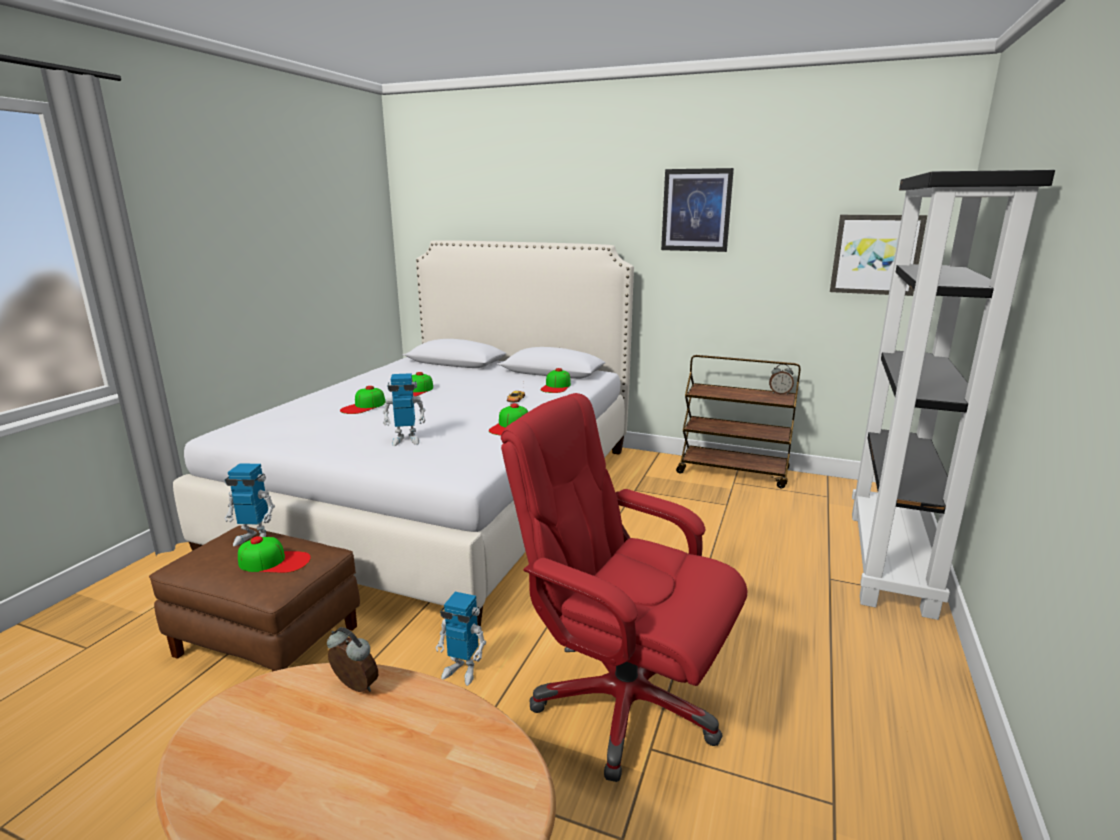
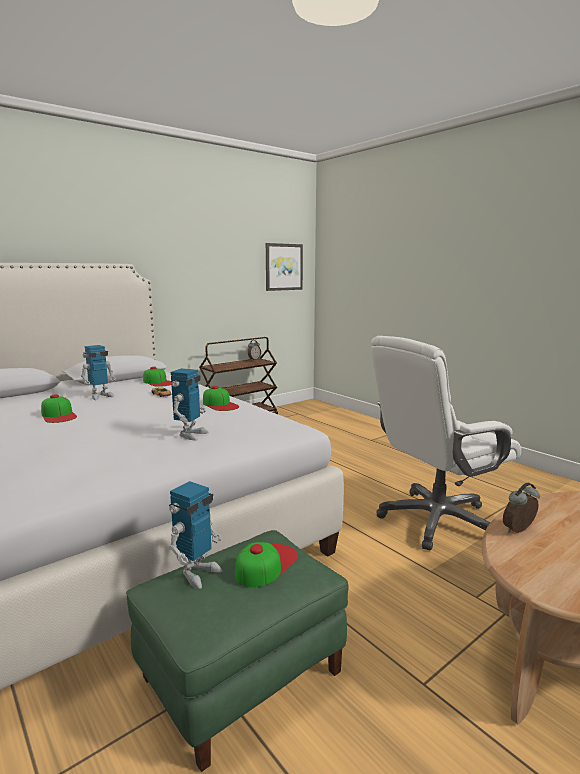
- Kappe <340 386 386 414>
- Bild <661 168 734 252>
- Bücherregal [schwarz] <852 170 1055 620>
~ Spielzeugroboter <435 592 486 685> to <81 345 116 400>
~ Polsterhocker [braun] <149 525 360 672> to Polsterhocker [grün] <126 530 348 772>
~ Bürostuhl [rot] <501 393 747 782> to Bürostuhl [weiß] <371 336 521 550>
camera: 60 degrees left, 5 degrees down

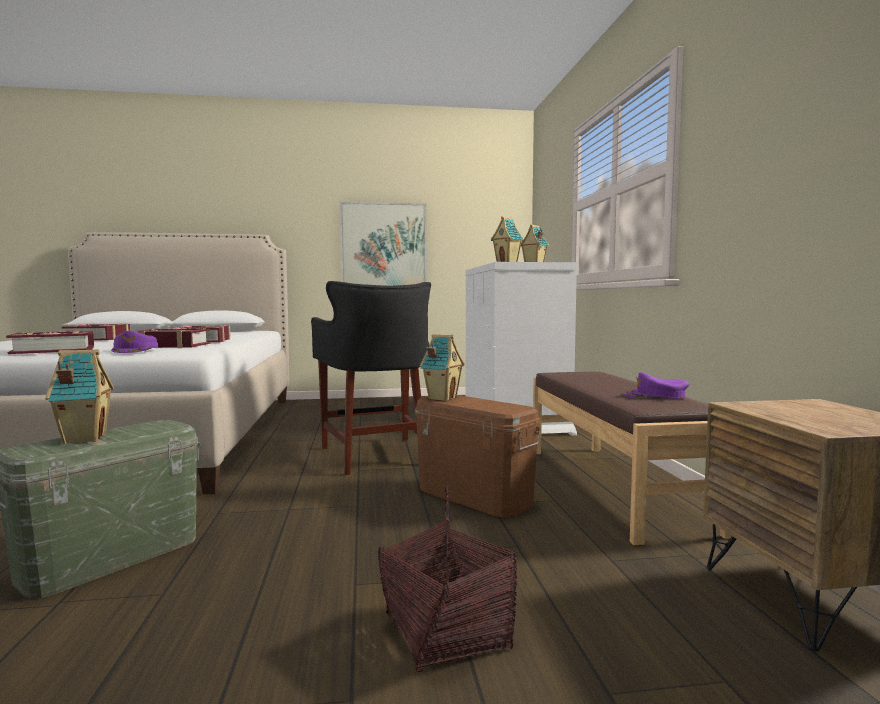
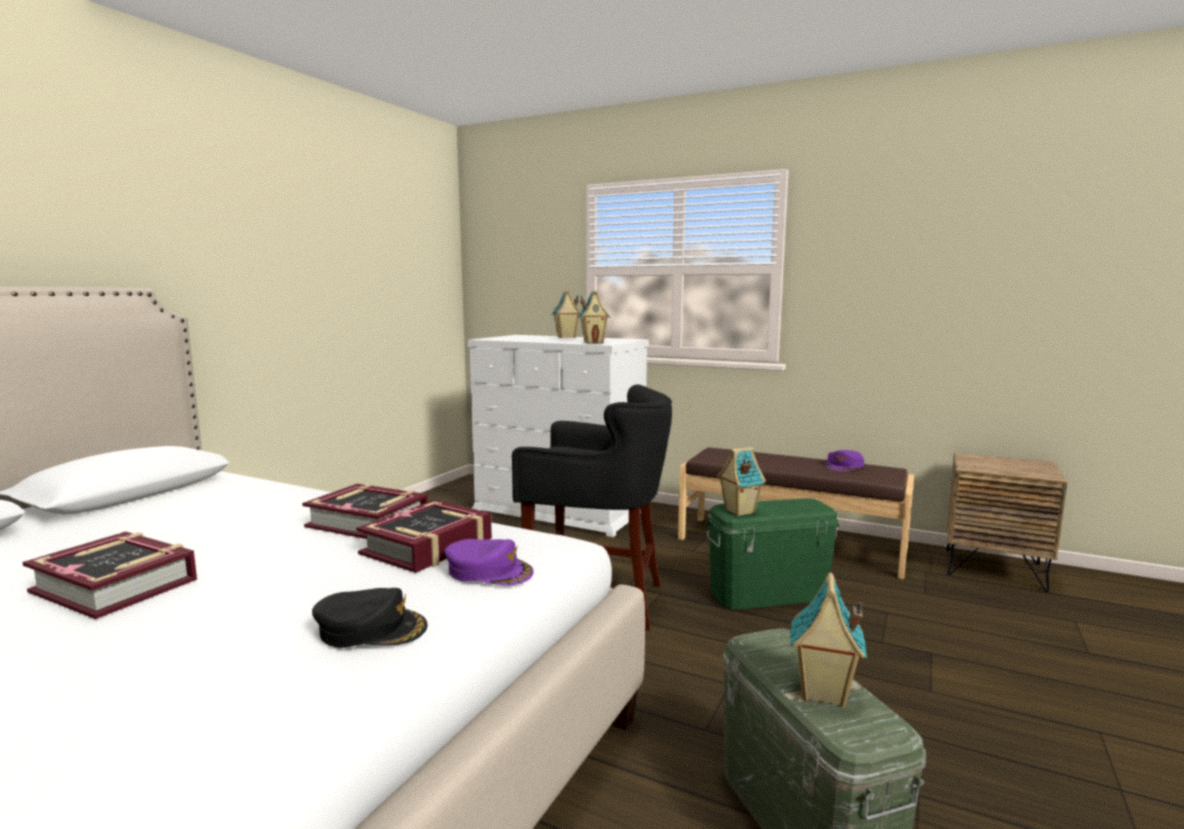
- Bild <340 202 427 286>
- Korb <378 485 517 672>
~ Buch <6 330 94 354> to Kappe [schwarz] <312 588 428 648>
~ Aufbewahrungsbox [braun] <415 395 541 517> to Aufbewahrungsbox [grün] <706 498 839 609>
camera: 55 degrees left, 5 degrees up

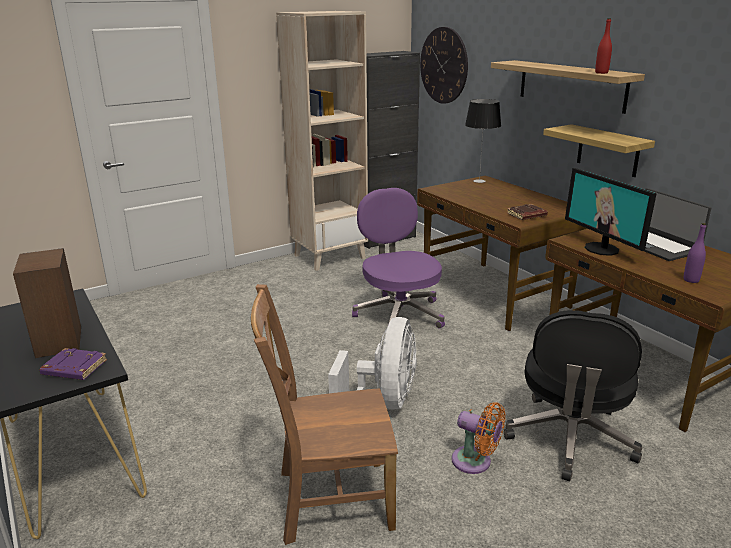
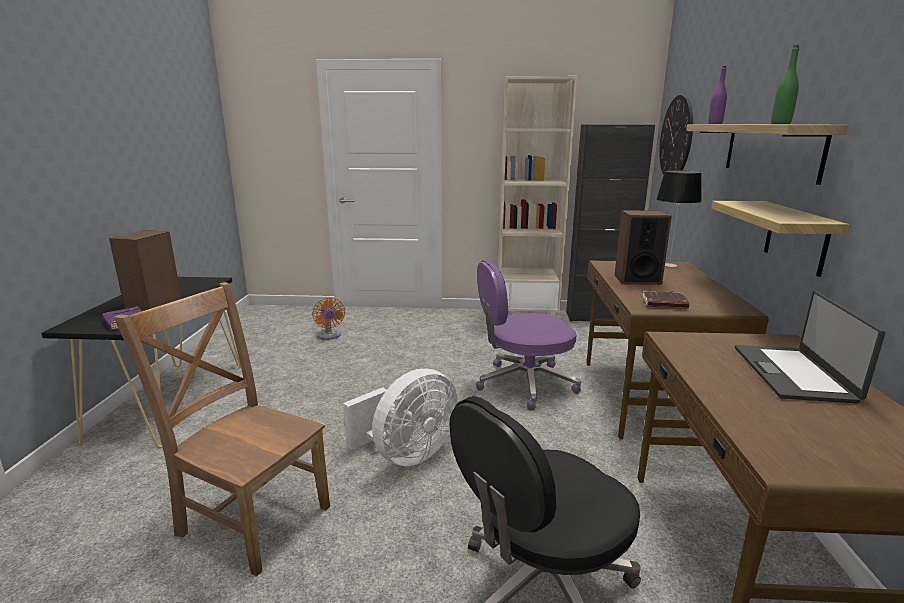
- Monitor <565 168 657 256>
+ Lautsprecher <614 210 672 285>
~ Ventilator [orange] <452 402 506 474> to <312 297 345 340>
~ Flasche [lila] <684 223 706 283> to <708 66 727 124>
~ Flasche [rot] <595 18 612 74> to Flasche [grün] <771 45 799 124>
~ Bürostuhl [lila] <352 188 445 329> = <476 260 581 411> 120 degrees counterclockwise
camera: 35 degrees right, 5 degrees down

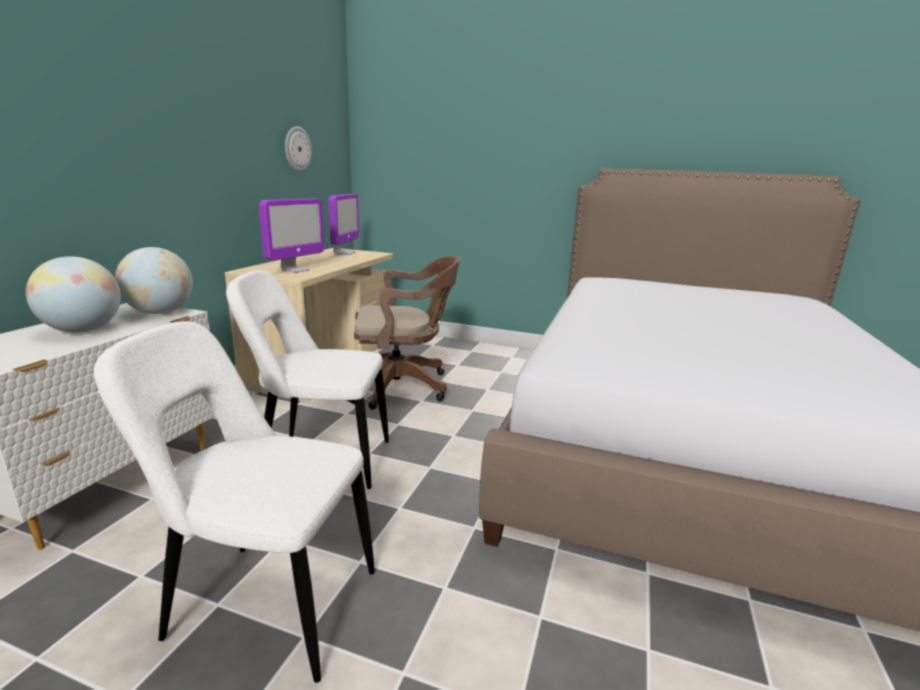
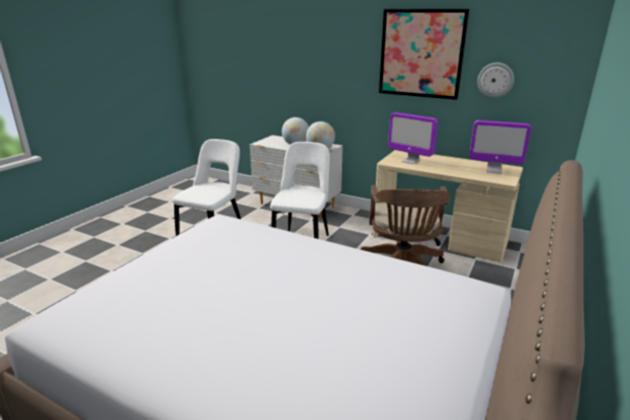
+ Bild <379 9 469 100>
camera: 100 degrees right, 5 degrees up

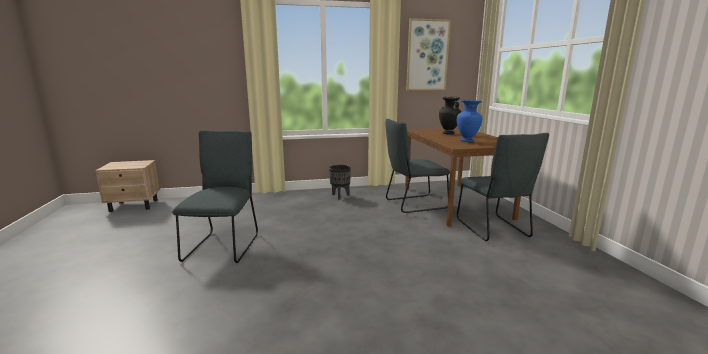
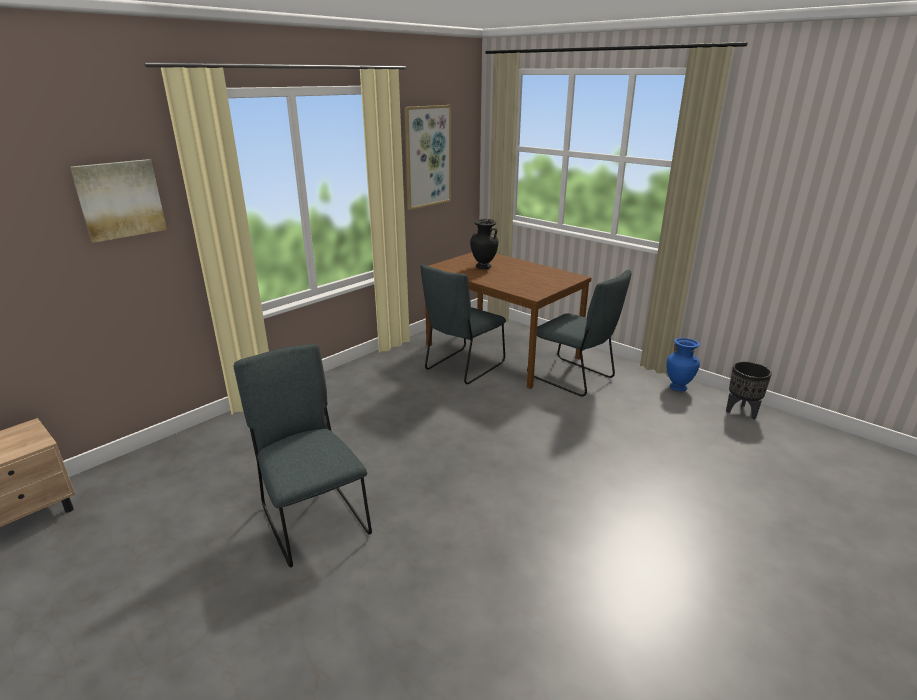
+ Bild <70 159 167 243>
~ Pflanzkübel [schwarz] <329 165 351 200> to <726 362 772 419>
~ Vase [blau] <457 100 482 142> to <667 338 700 391>
camera: 35 degrees left, 10 degrees up

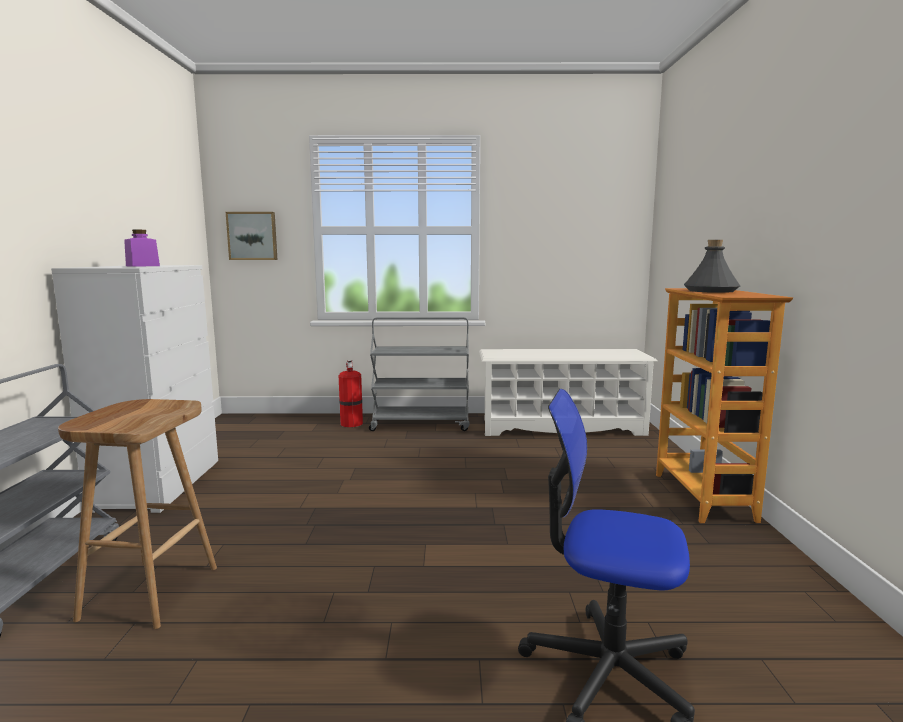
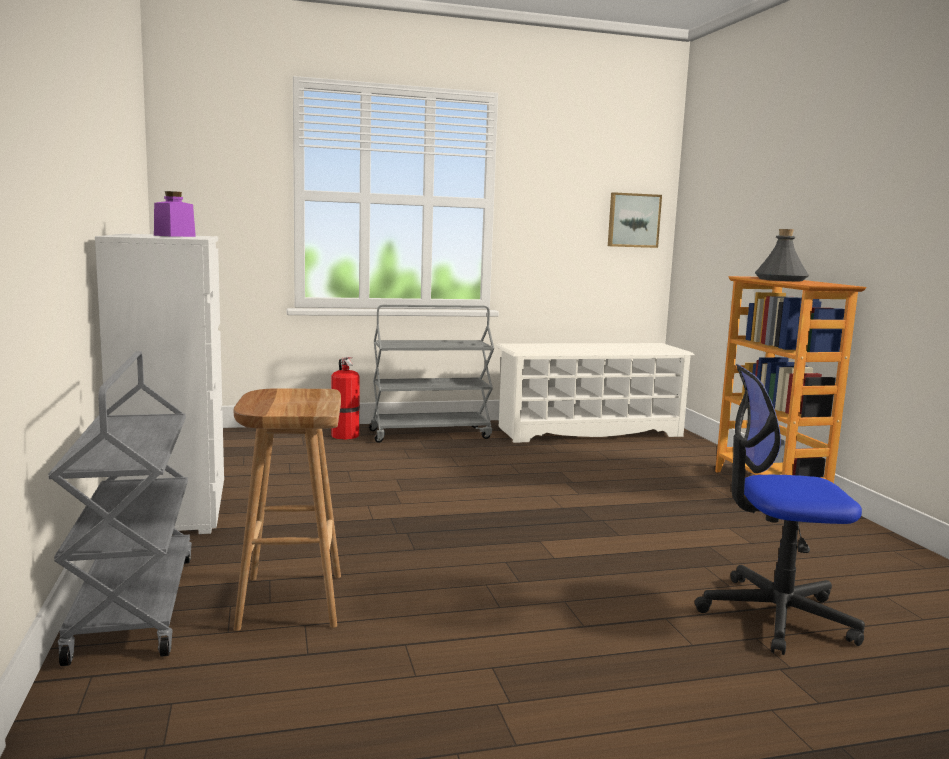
~ Bild <226 212 278 260> to <608 192 662 248>
camera: 15 degrees left, 0 degrees up

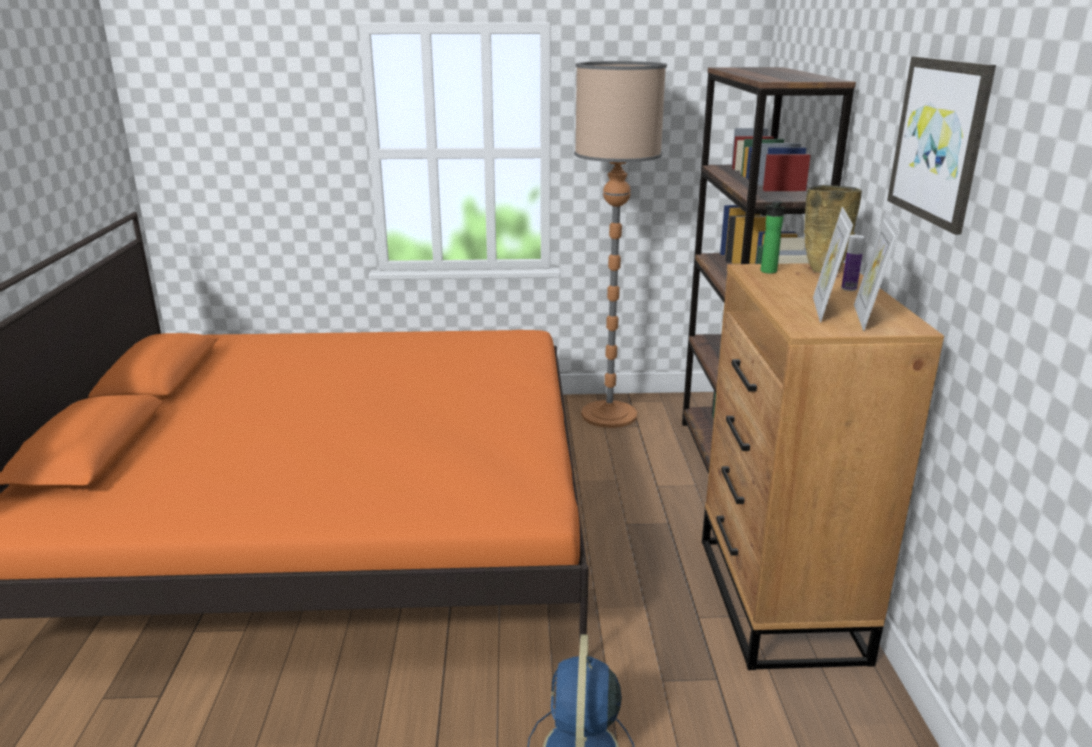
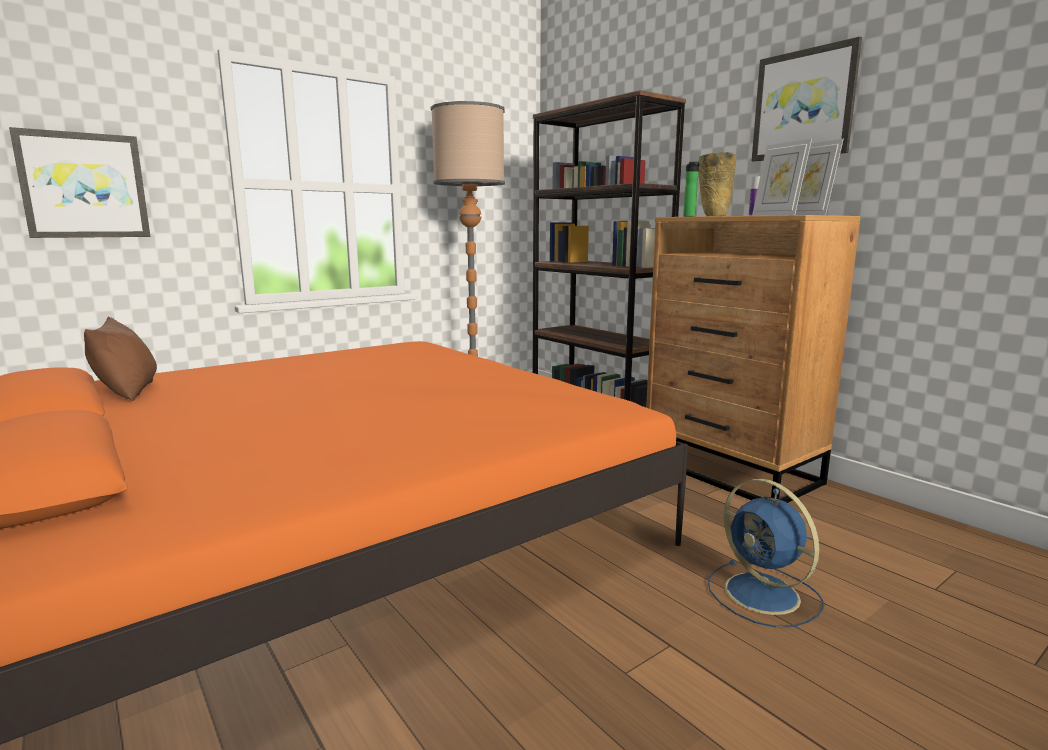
+ Bild <9 127 150 238>
+ Kissen [braun] <84 316 157 401>
camera: 35 degrees left, 10 degrees down

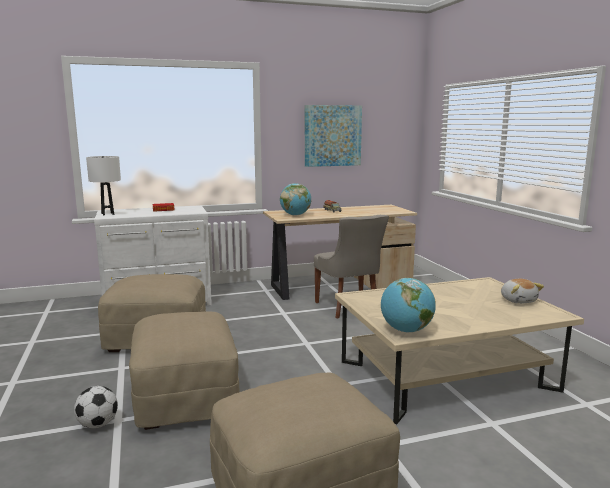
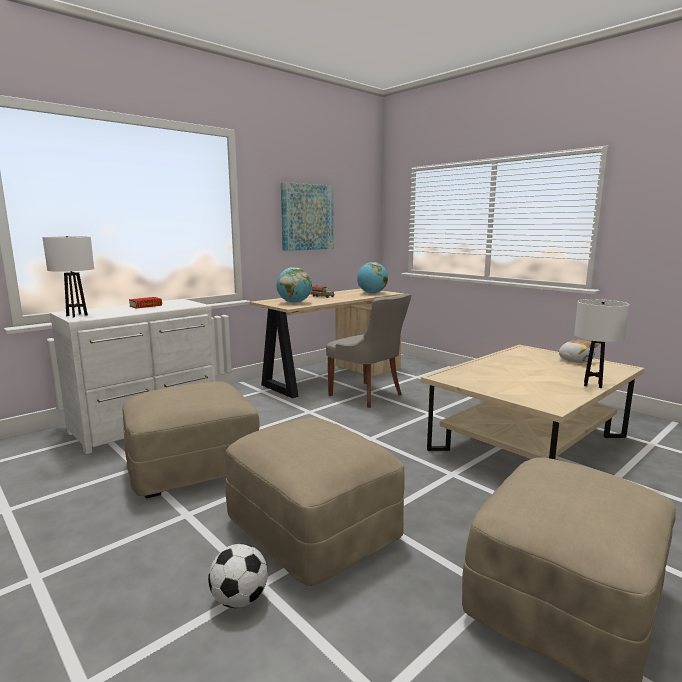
+ Tischlampe [weiß] <574 299 630 388>
~ Globus <381 278 436 332> to <357 262 388 294>
camera: 25 degrees left, 0 degrees up

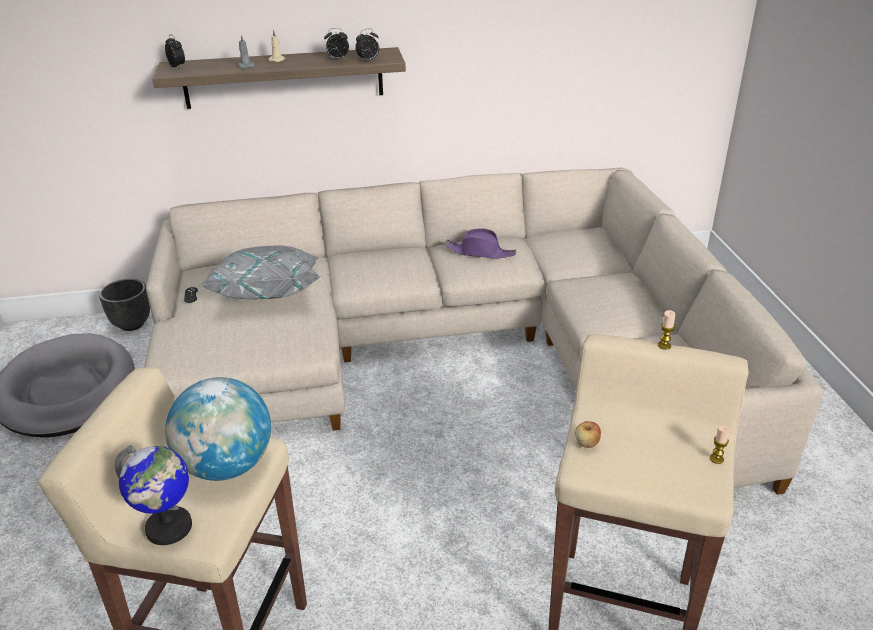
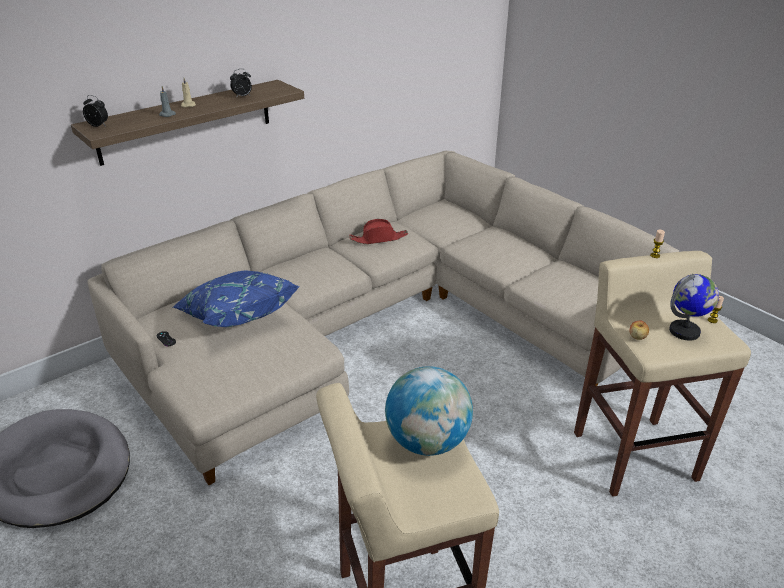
- Pflanzkübel [schwarz] <99 279 150 331>
- Wecker <355 29 379 61>
~ Globus <115 445 192 545> to <669 274 719 341>
~ Kissen [grau] <199 245 321 299> to Kissen [blau] <173 271 300 327>
~ Hut [lila] <445 228 516 258> to Hut [rot] <349 219 408 244>
camera: 30 degrees left, 0 degrees up

